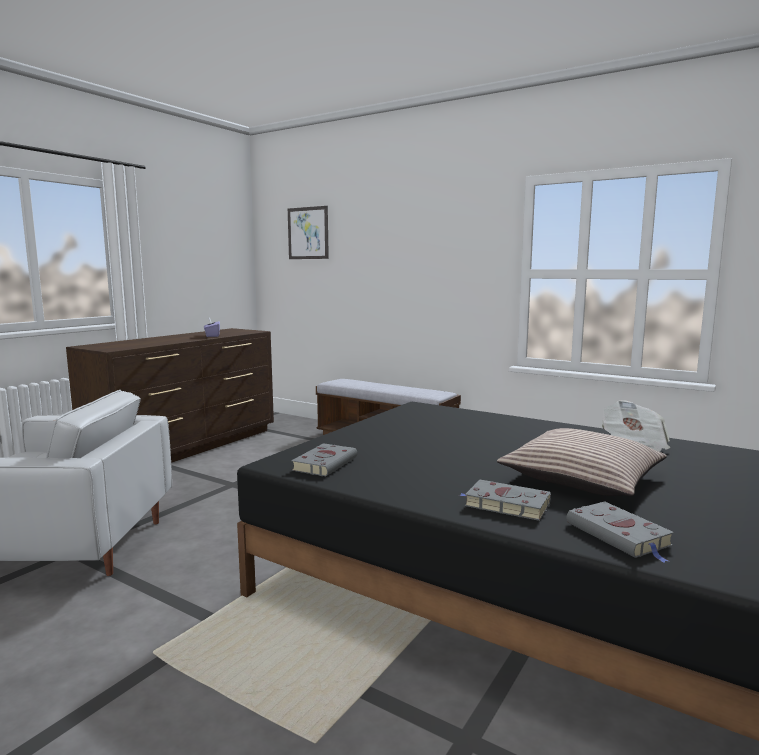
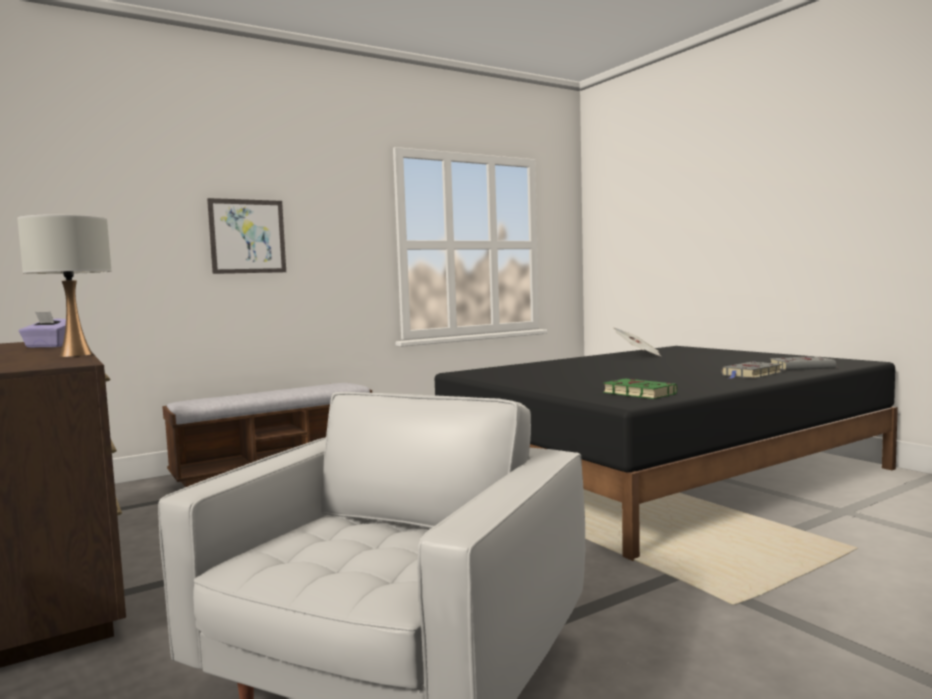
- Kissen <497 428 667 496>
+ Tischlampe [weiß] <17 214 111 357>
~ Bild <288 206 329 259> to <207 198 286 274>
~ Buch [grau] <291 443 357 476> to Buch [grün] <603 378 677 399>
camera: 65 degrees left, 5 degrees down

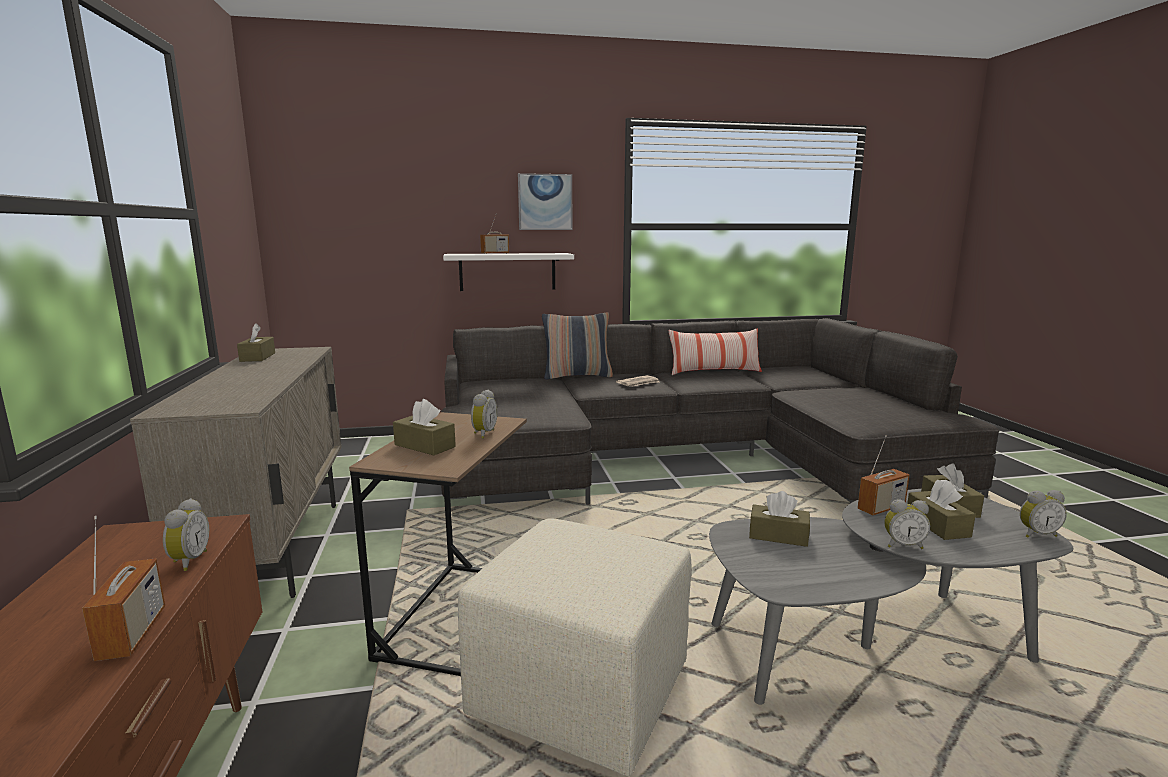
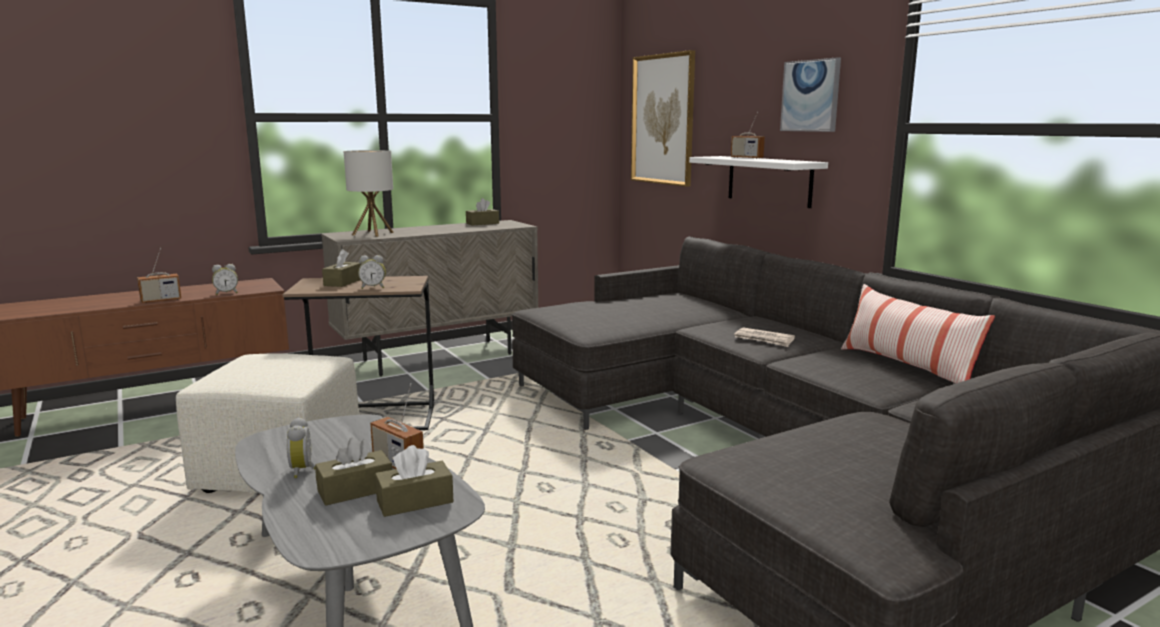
- Kissen <542 312 613 380>
- Taschentuchbox [braun] <749 491 810 547>
- Wecker <1020 490 1067 538>
+ Tischlampe <344 150 394 237>
+ Bild <631 50 695 187>
camera: 70 degrees right, 0 degrees up

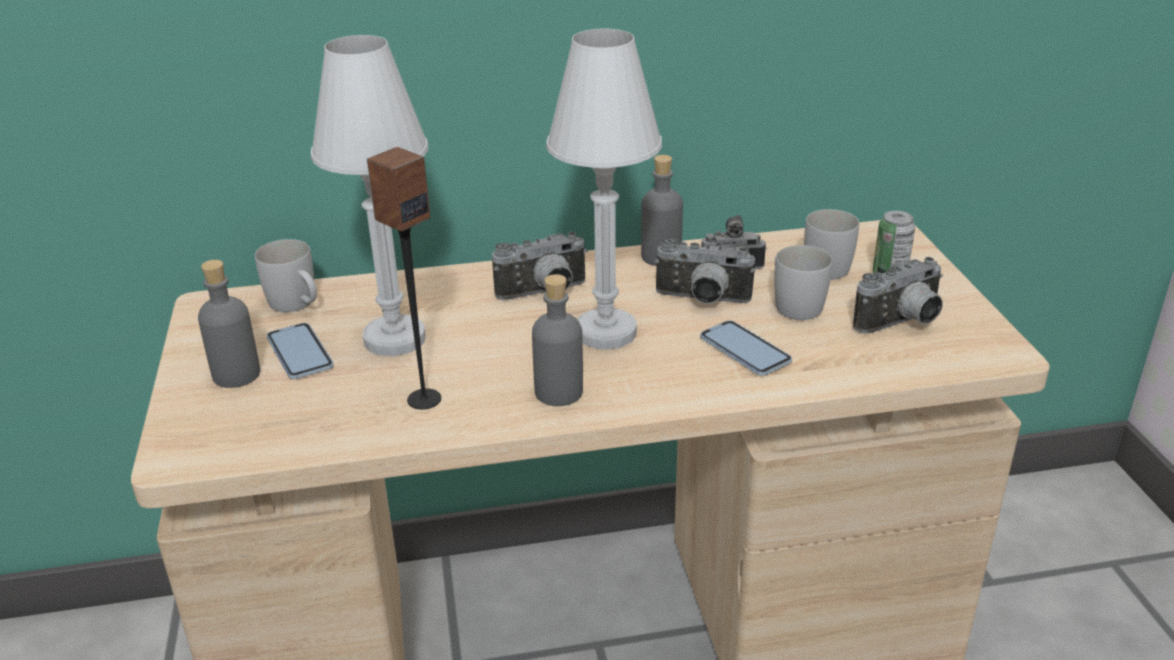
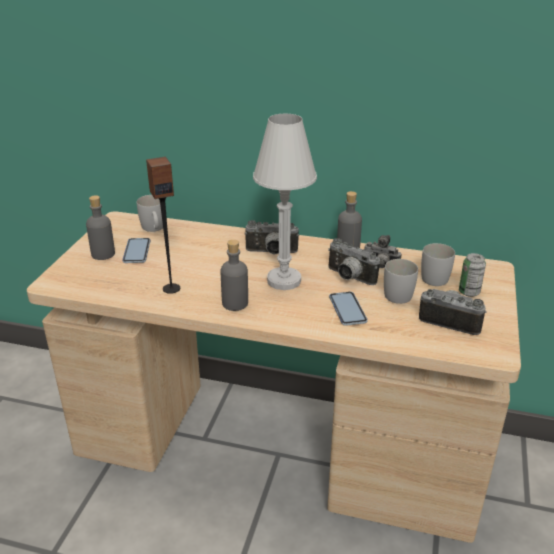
- Tischlampe [weiß] <311 35 428 356>
~ Kamera <853 257 943 333> = <419 289 487 335> 150 degrees counterclockwise
camera: 25 degrees right, 0 degrees up

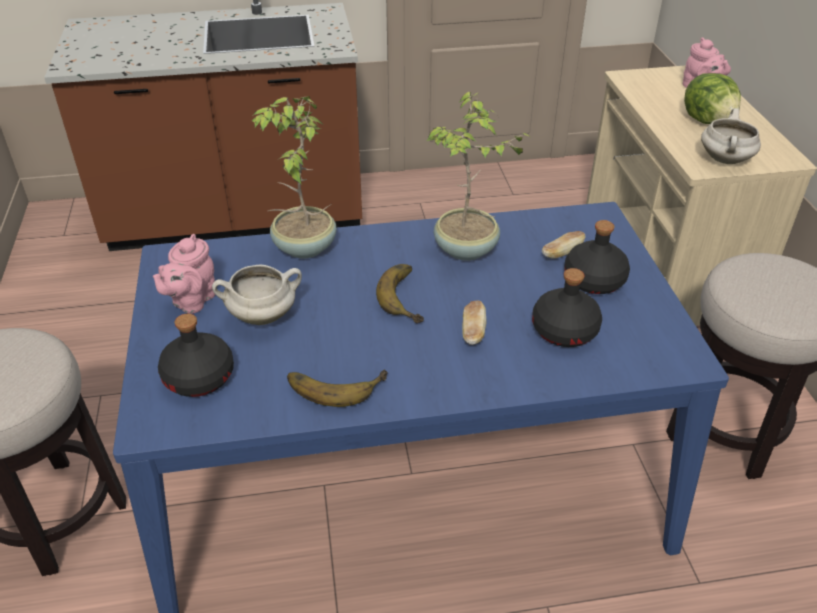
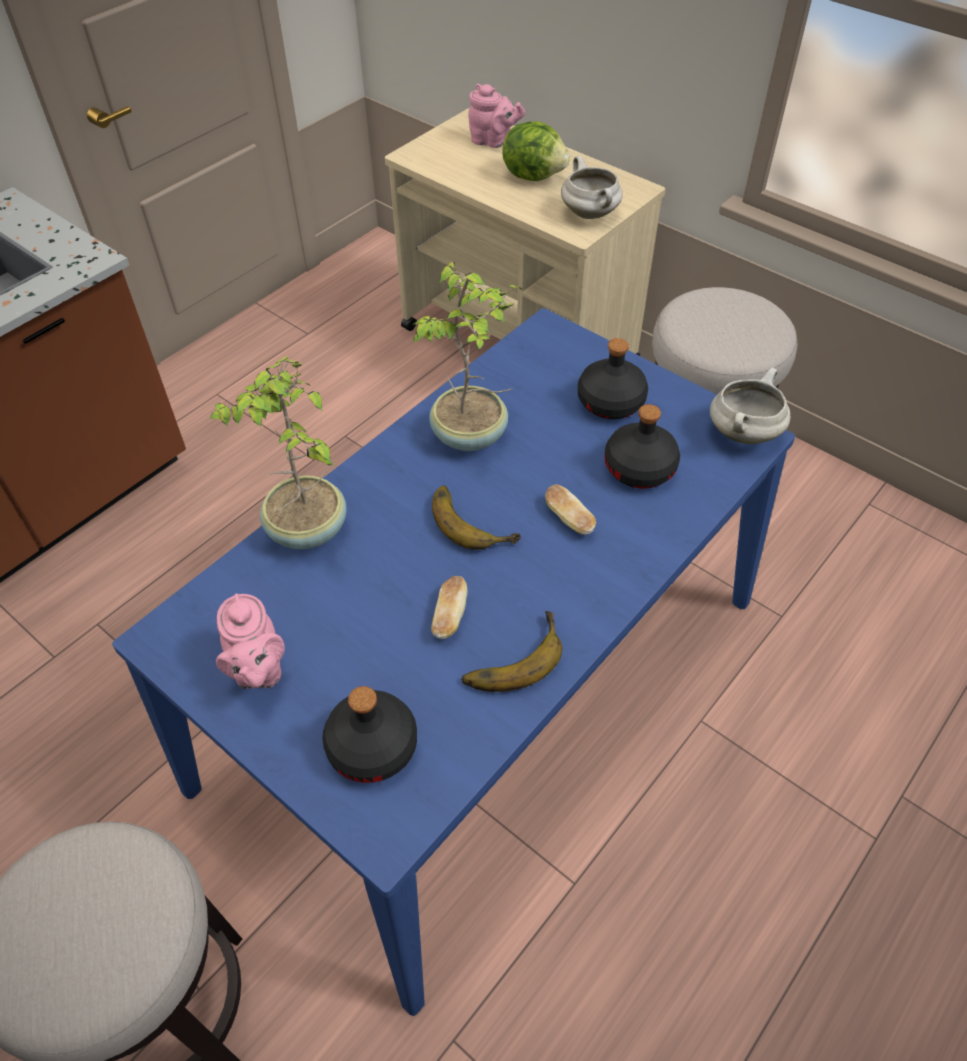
~ Kochtopf [weiß] <212 265 302 325> to <710 367 790 444>
~ Brot <542 231 585 259> to <431 576 468 639>
camera: 40 degrees left, 10 degrees up

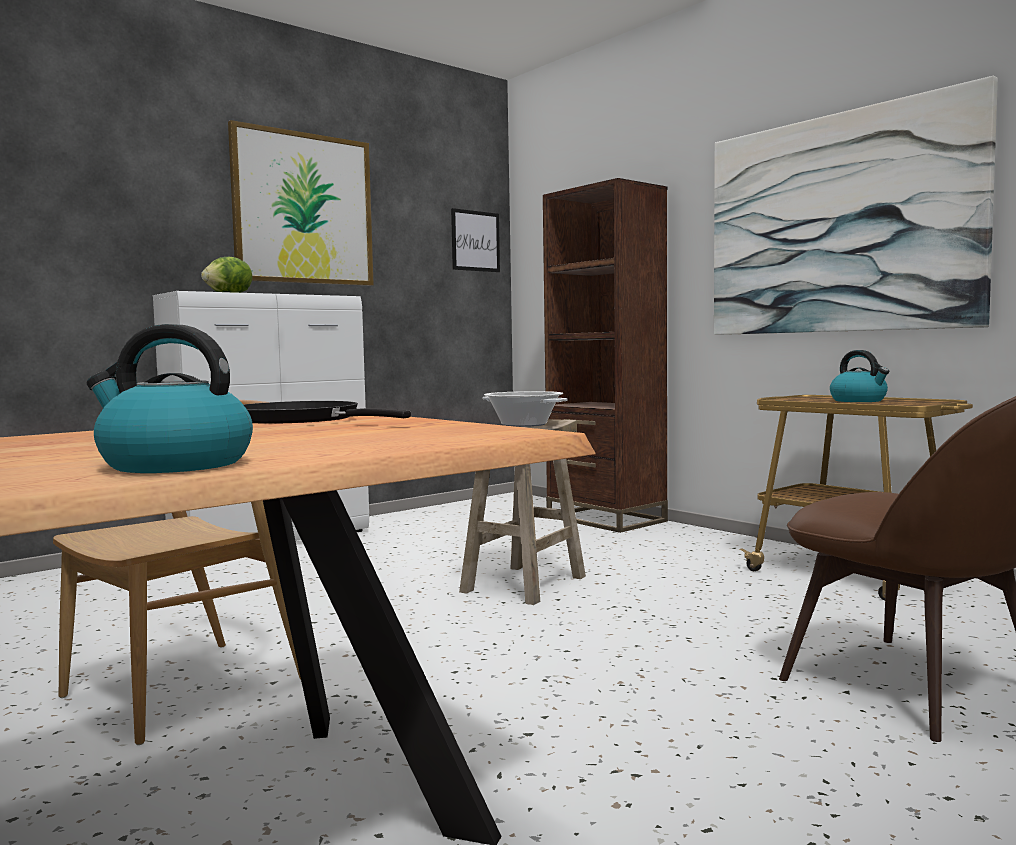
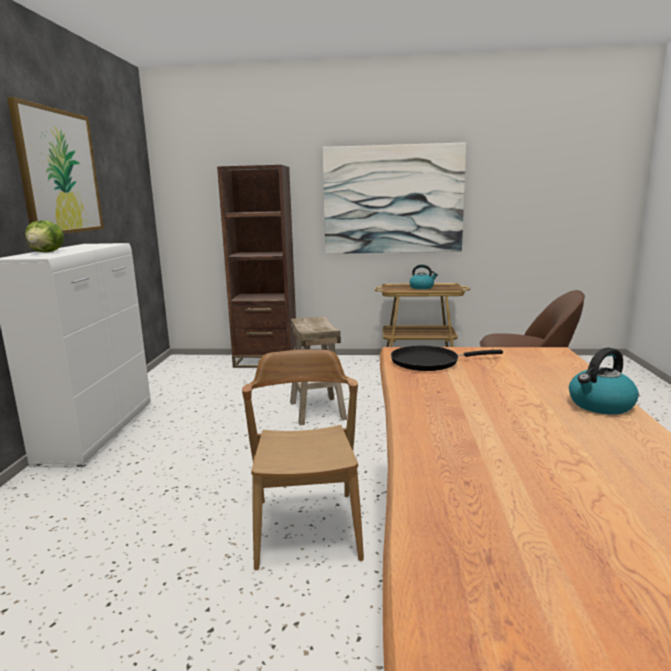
- Bild <451 208 500 272>
- Kochtopf <482 391 568 427>
camera: 45 degrees left, 10 degrees up

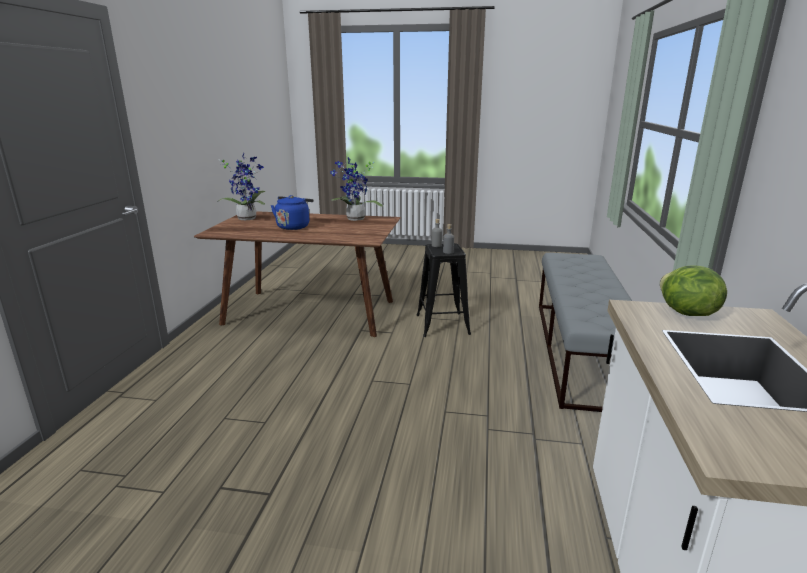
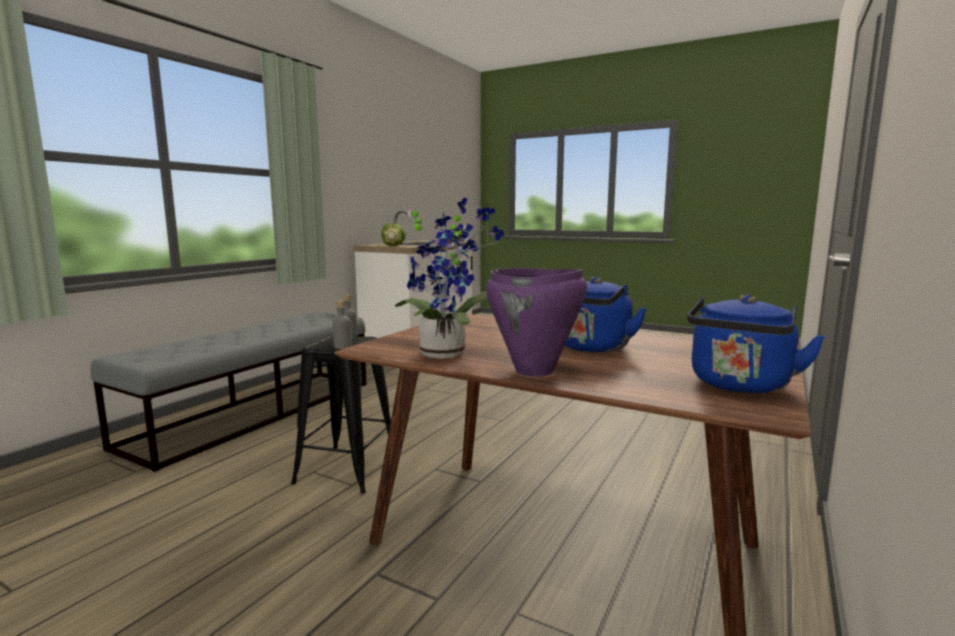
+ Kochtopf [lila] <486 268 587 377>
~ Topfpflanze <217 153 266 220> to Wasserkessel [blau] <687 295 825 393>
camera: 160 degrees left, 10 degrees down

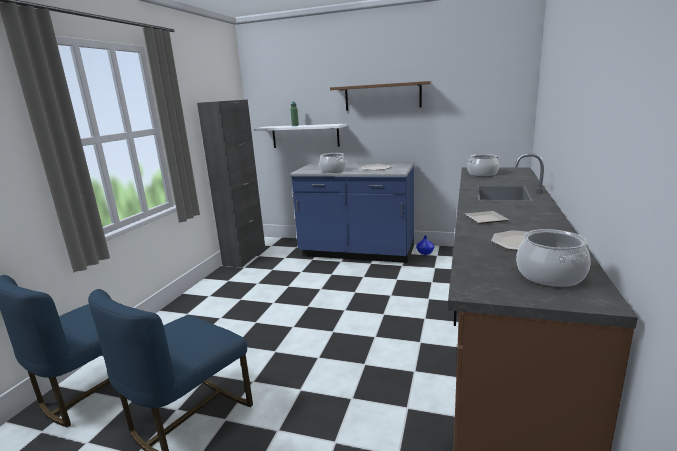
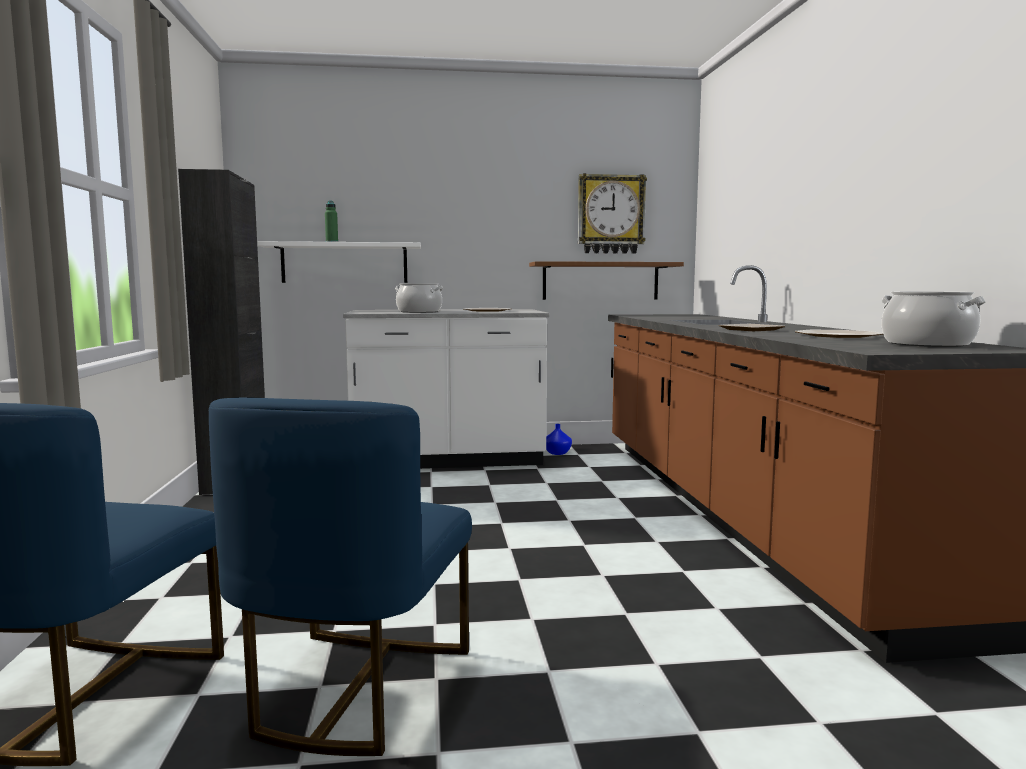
- Kochtopf <467 154 500 176>
+ Wanduhr <578 173 647 254>
~ Wandregal [braun] <330 81 431 111> to <529 261 684 300>
~ Küchenzeile [blau] <289 162 415 263> to Küchenzeile [weiß] <343 309 549 469>
camera: 25 degrees left, 10 degrees down

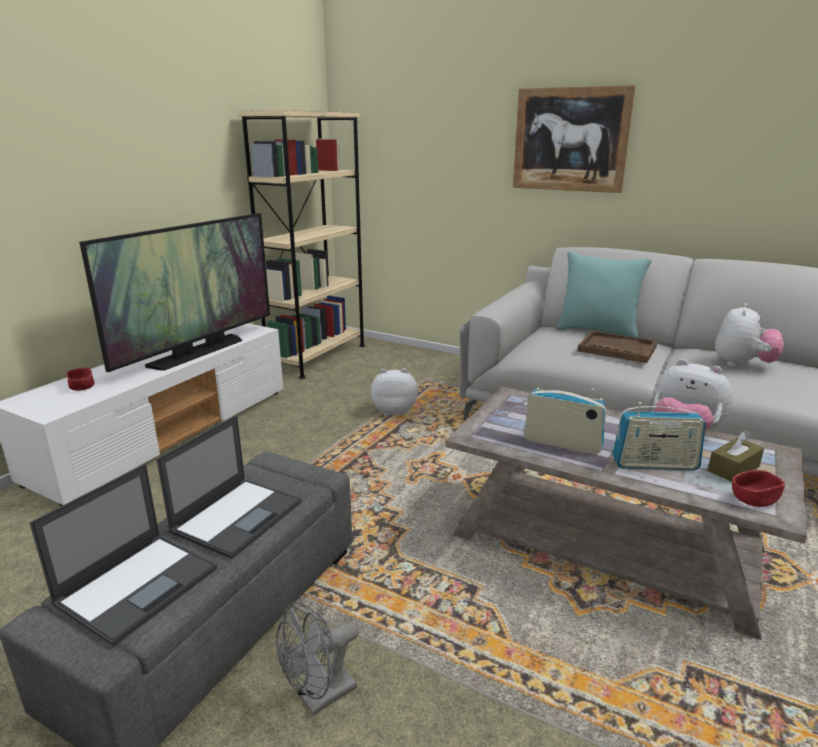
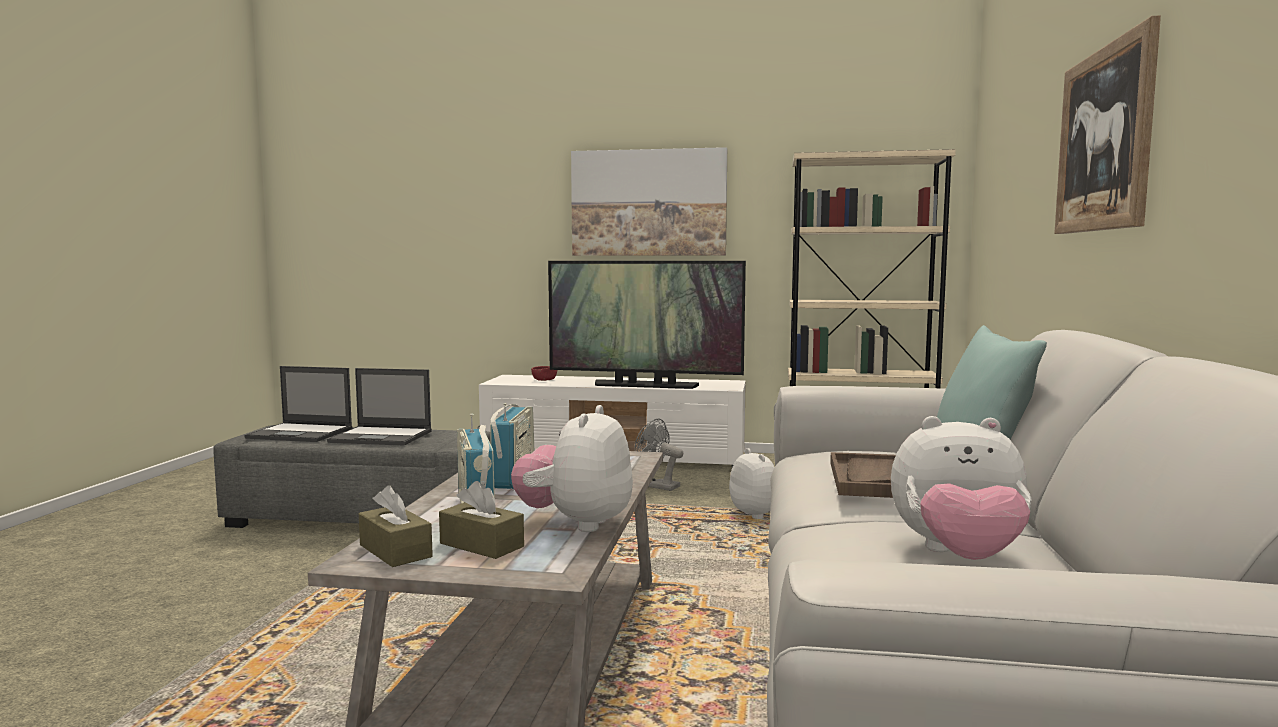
+ Bild <571 147 727 256>
~ Ventilator [grau] <276 601 359 715> to <634 418 684 491>
~ Schüssel [rot] <732 470 785 507> to Taschentuchbox [braun] <359 486 433 567>
camera: 70 degrees right, 15 degrees down

